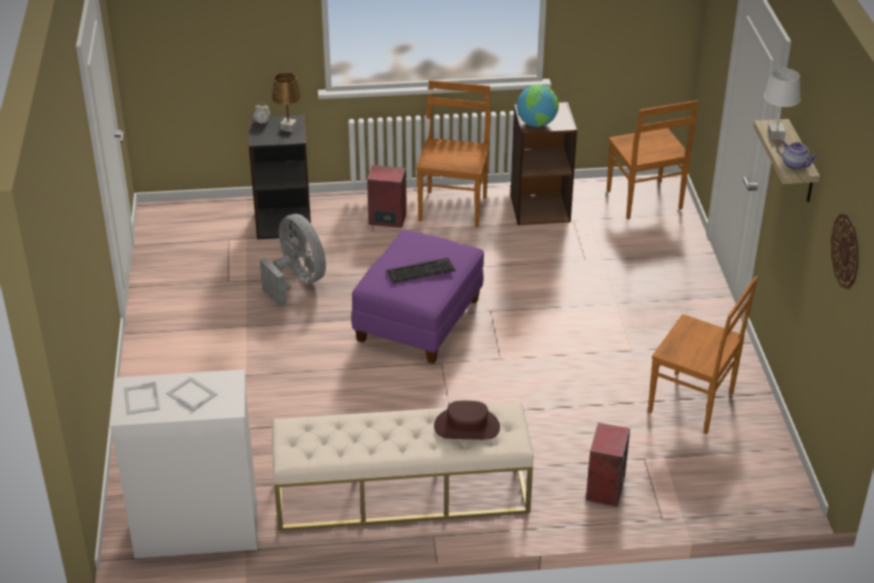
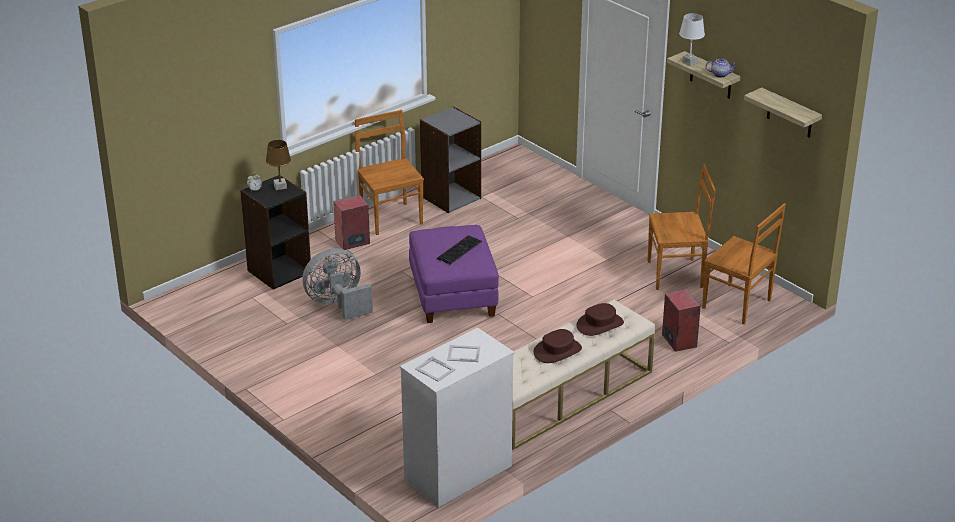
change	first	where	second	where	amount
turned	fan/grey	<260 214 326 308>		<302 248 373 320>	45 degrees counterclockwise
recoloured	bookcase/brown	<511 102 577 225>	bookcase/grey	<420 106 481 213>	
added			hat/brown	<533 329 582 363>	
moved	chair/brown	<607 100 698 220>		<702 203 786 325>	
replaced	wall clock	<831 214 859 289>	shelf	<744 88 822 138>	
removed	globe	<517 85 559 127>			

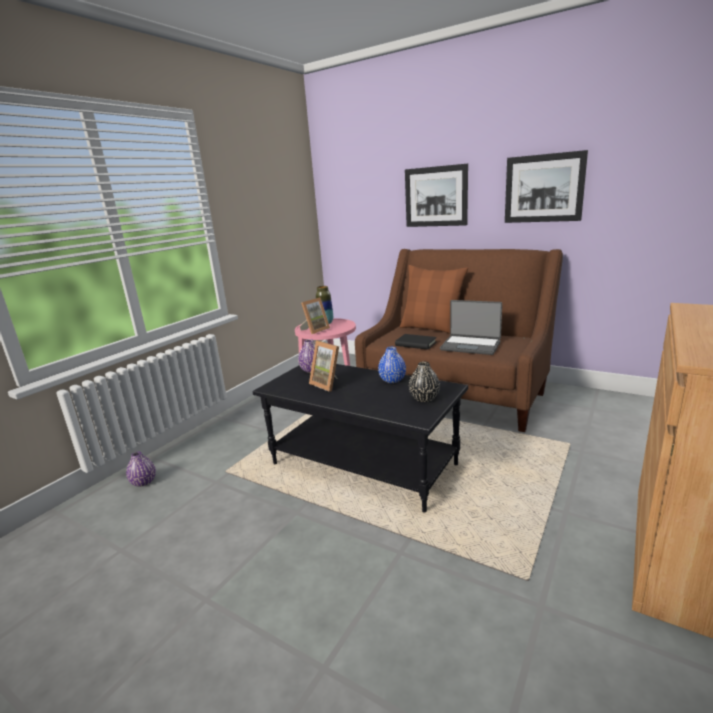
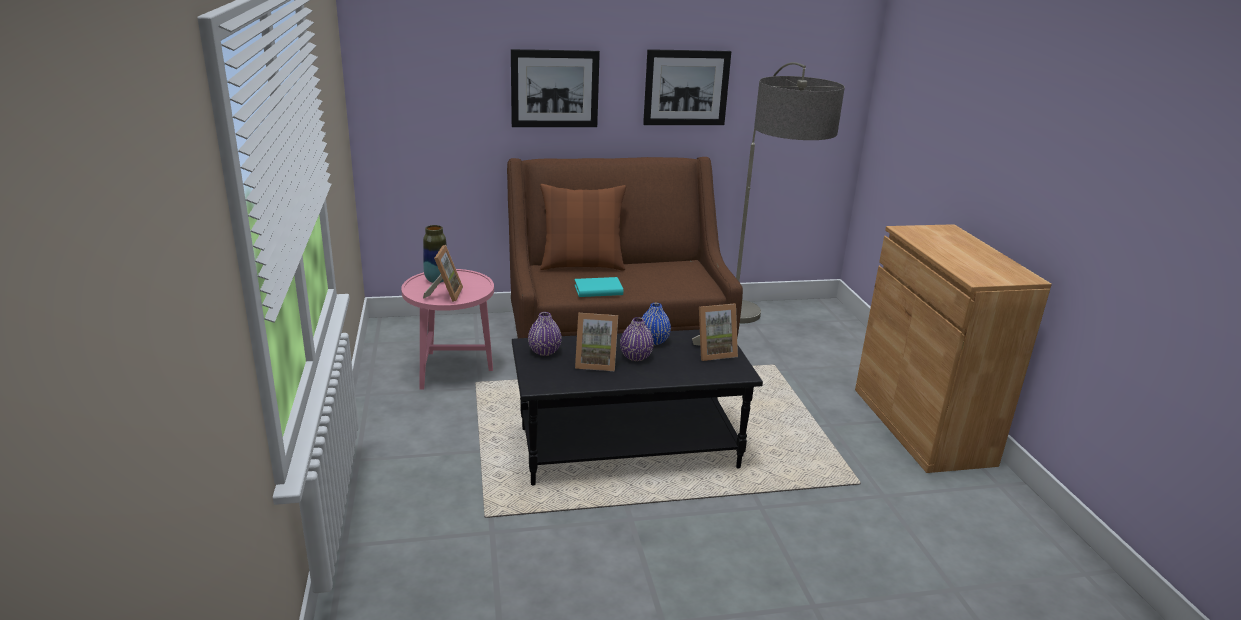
change	first	where	second	where	amount
recoloured	book/black	<395 334 437 350>	book/turquoise	<574 277 623 297>	
moved	vase/purple	<126 452 156 487>		<620 317 654 361>	
replaced	vase/black	<409 361 440 402>	picture frame	<692 304 738 361>	
added			floor lamp	<736 62 845 323>	
removed	laptop	<440 300 502 355>			

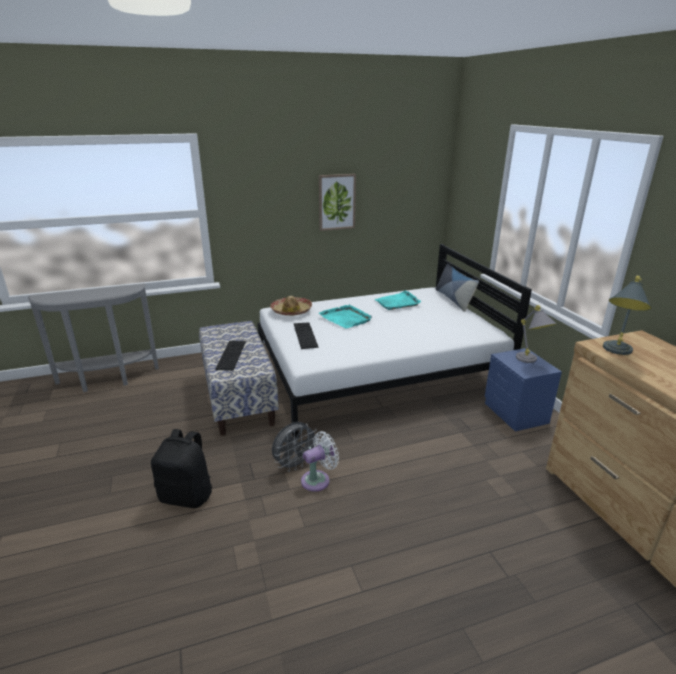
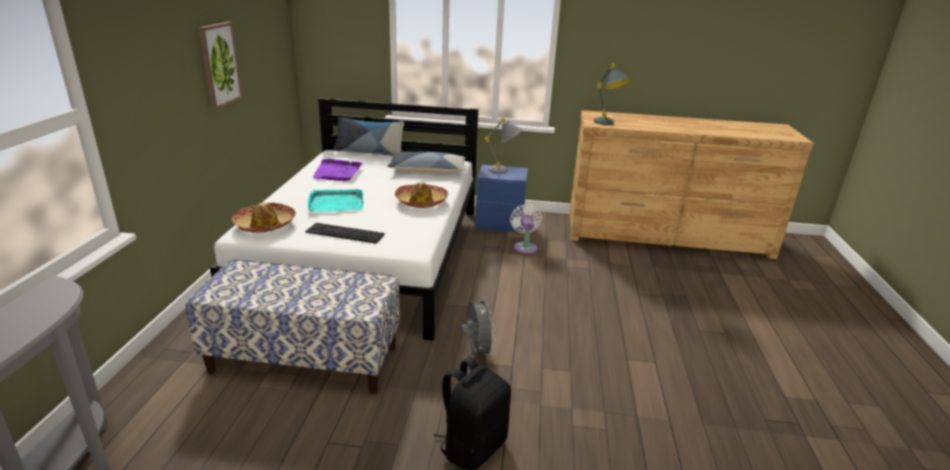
change	first	where	second	where	amount
recoloured	tray/turquoise	<375 291 421 310>	tray/purple	<313 159 363 181>	
added			pillow	<387 152 466 173>	
added			hat	<395 182 449 208>	
moved	fan/white	<301 431 339 492>		<510 204 542 254>	
removed	keyboard	<215 341 246 370>			

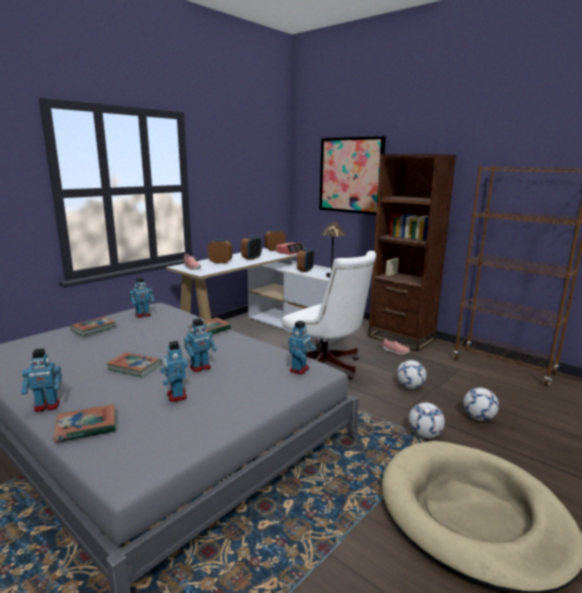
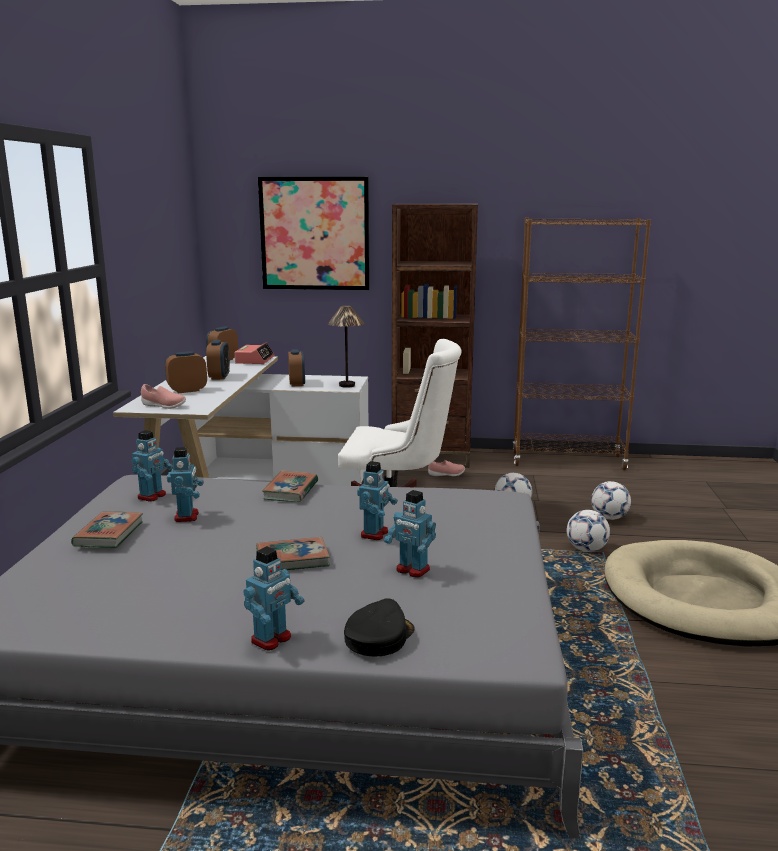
change	first	where	second	where	amount
moved	toy robot	<288 321 316 375>		<167 447 204 522>	
replaced	book	<53 404 116 443>	cap/black	<344 598 415 656>	

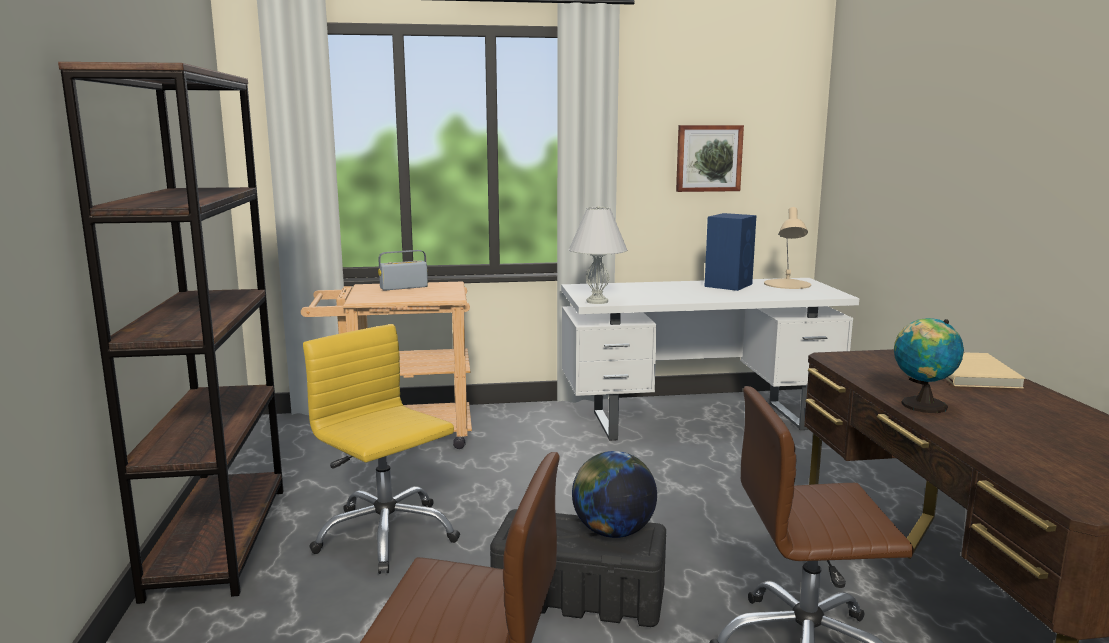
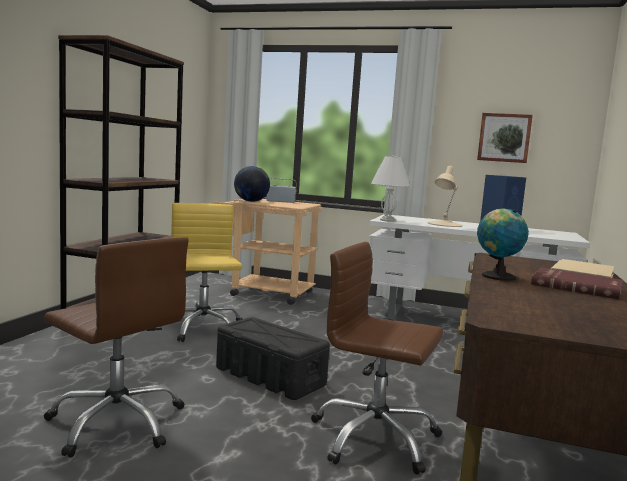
change	first	where	second	where	amount
moved	globe	<572 451 657 538>		<234 166 270 202>	
moved	table lamp/beige	<764 207 811 289>		<427 166 463 227>	
added			book/red	<531 268 623 299>	

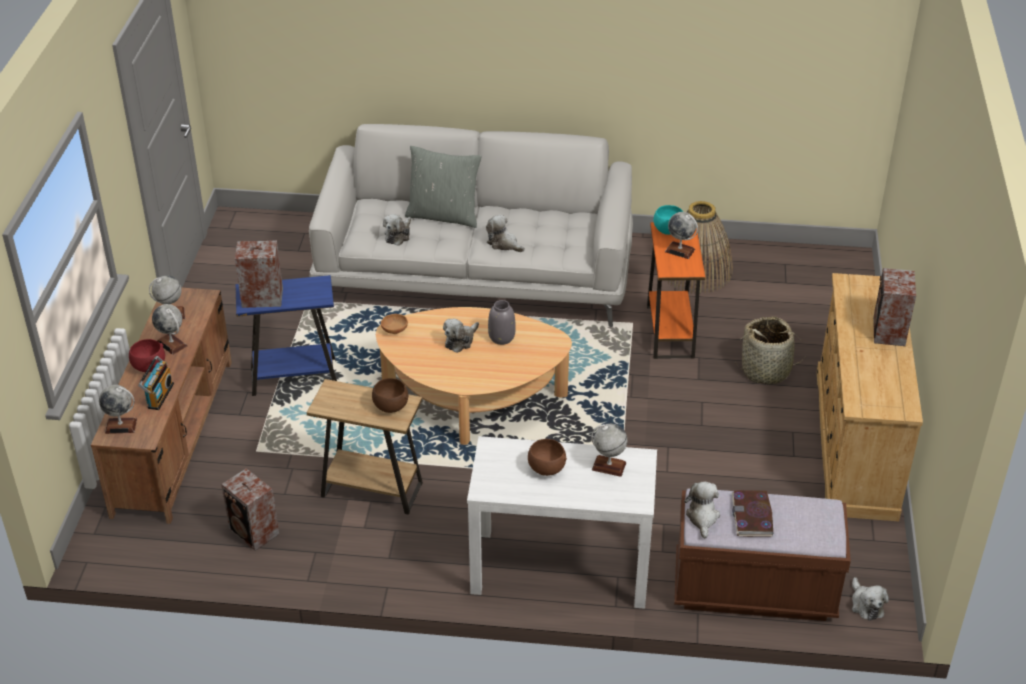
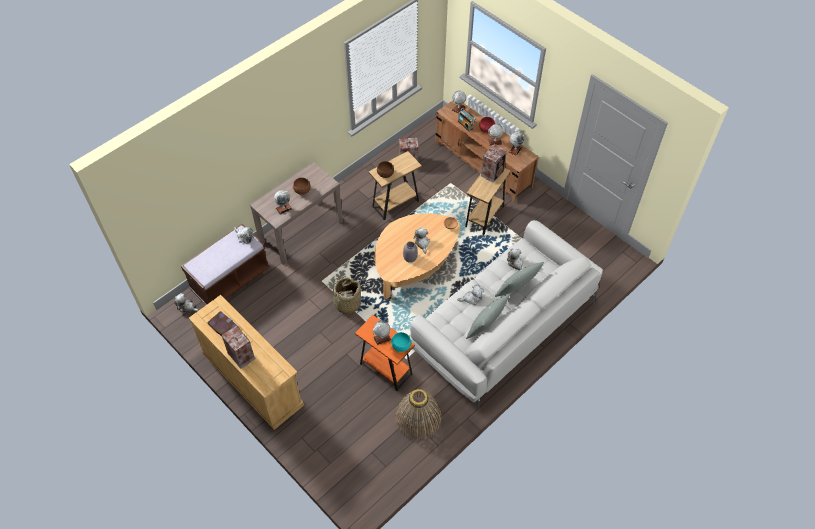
change	first	where	second	where	amount
moved	book	<732 490 773 537>		<207 311 240 336>	
recoloured	console table/white	<467 436 657 609>	console table/brown	<250 162 343 265>	
moved	basket	<736 317 804 384>		<333 277 361 314>	
recoloured	side table/blue	<235 275 337 396>	side table/brown	<465 168 511 235>	
added			pillow/grey	<466 294 510 339>	

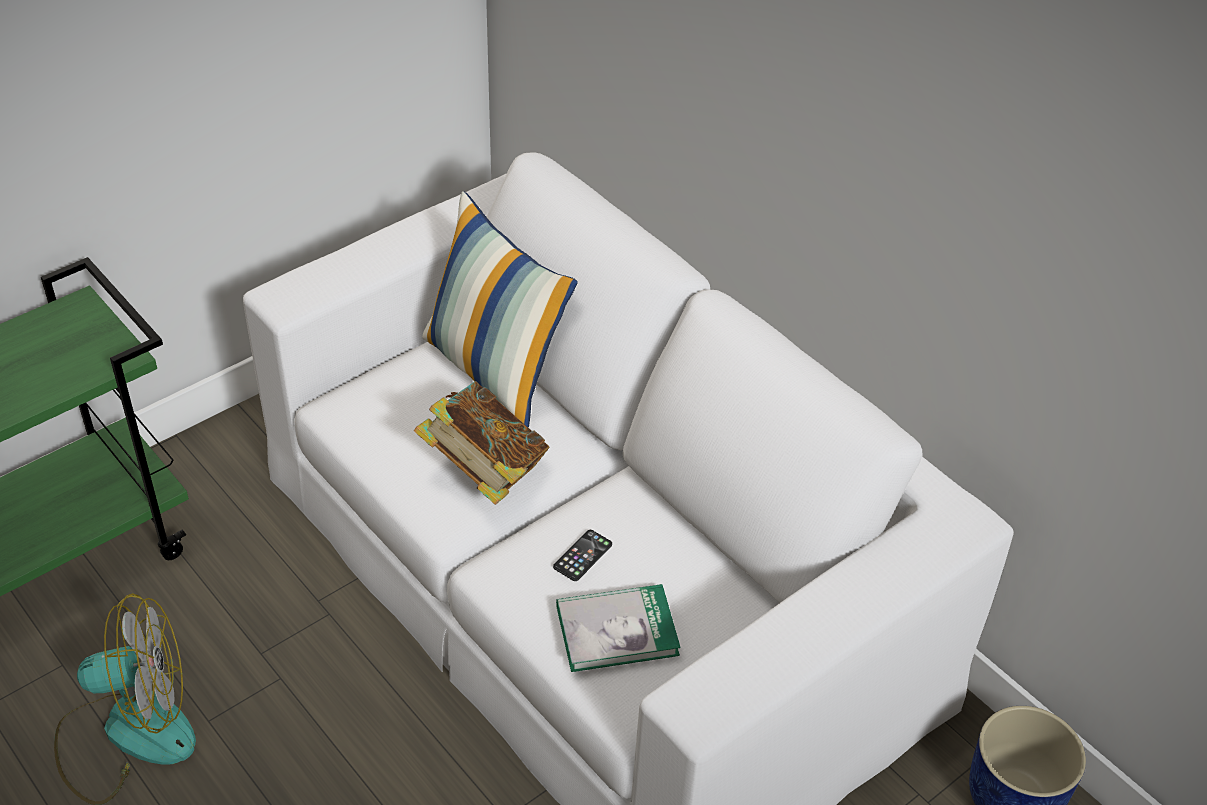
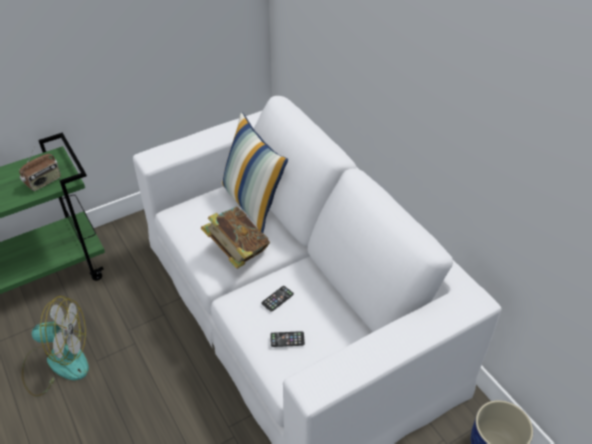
change	first	where	second	where	amount
added			radio	<19 146 61 191>	
replaced	book	<556 584 681 672>	phone	<270 331 305 347>	

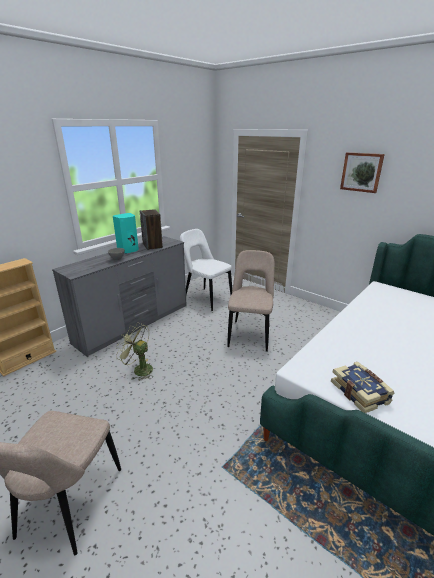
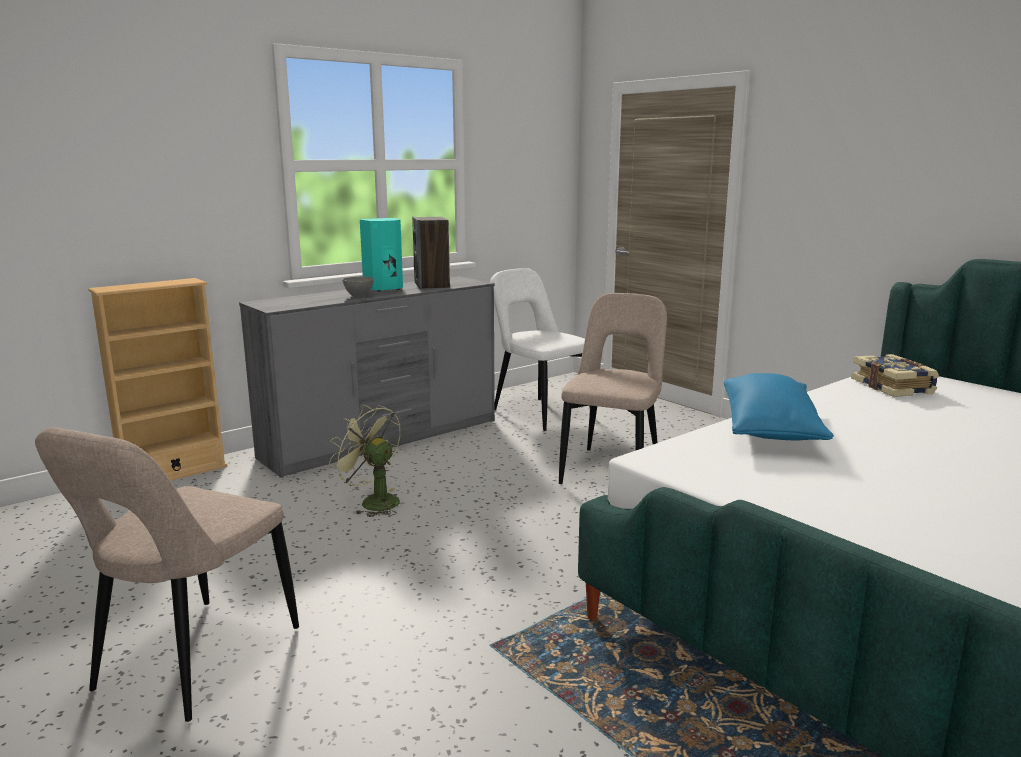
change	first	where	second	where	amount
added			pillow/blue	<723 373 834 440>	
moved	book	<331 362 395 413>		<851 354 939 397>	
removed	picture	<340 152 385 193>			

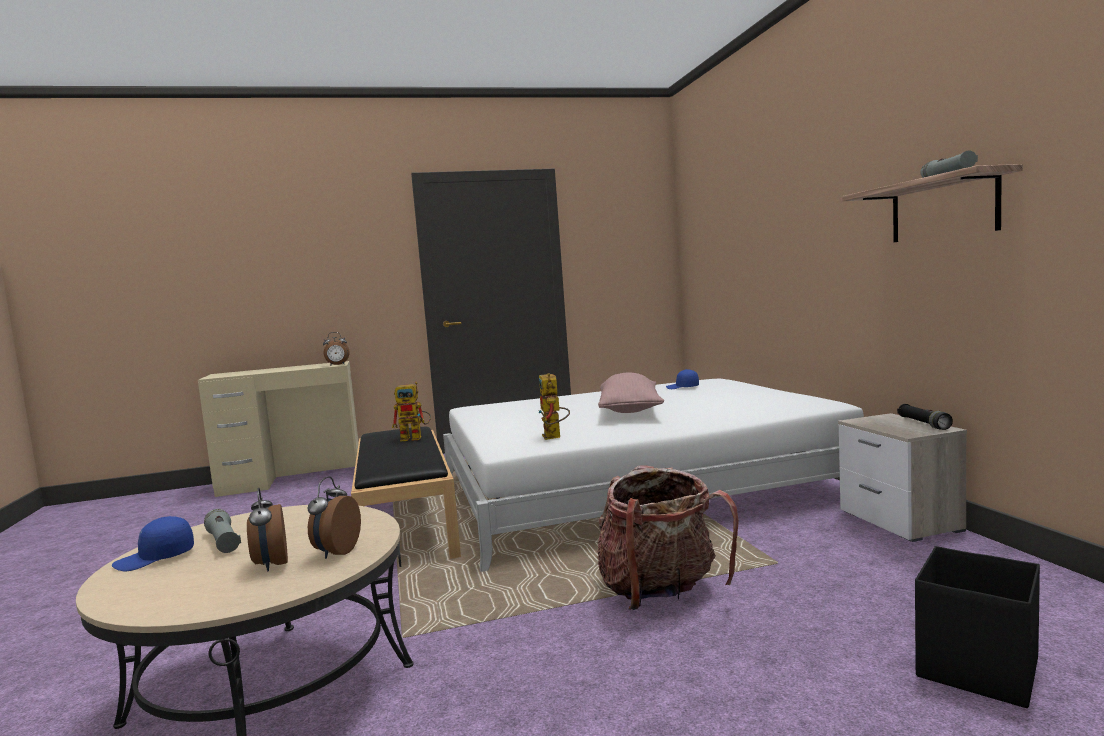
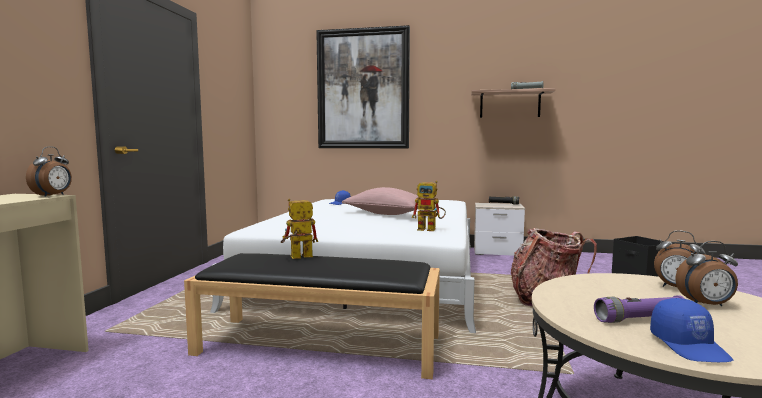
change	first	where	second	where	amount
turned	toy robot	<392 382 431 442>		<281 199 318 259>	135 degrees counterclockwise
added			picture	<316 25 410 148>	
recoloured	flashlight/grey	<204 509 241 553>	flashlight/purple	<594 295 685 323>	

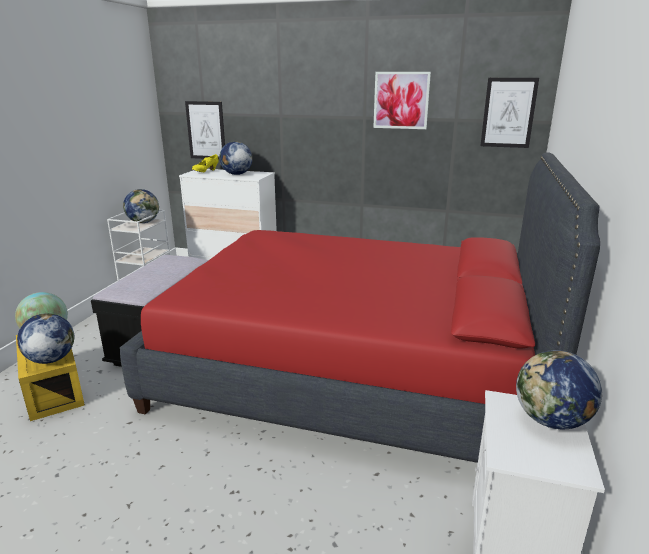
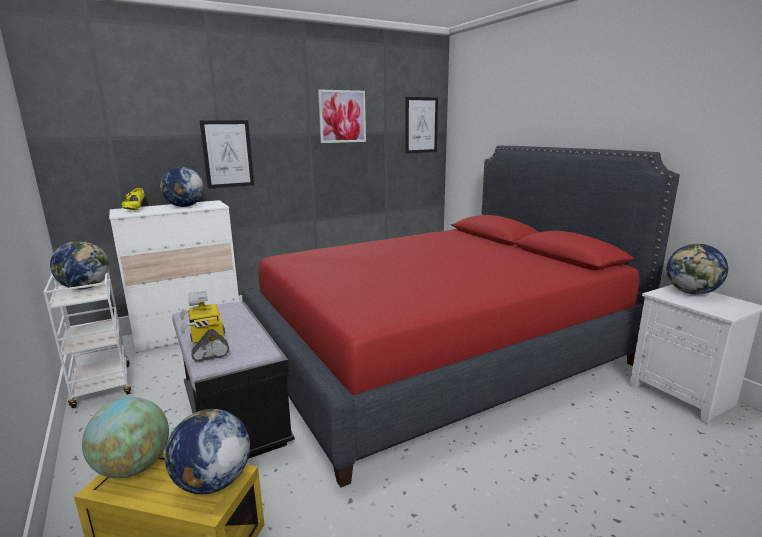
change	first	where	second	where	amount
added			toy robot	<180 291 229 362>	
moved	picture	<185 101 225 160>		<200 120 254 189>	

